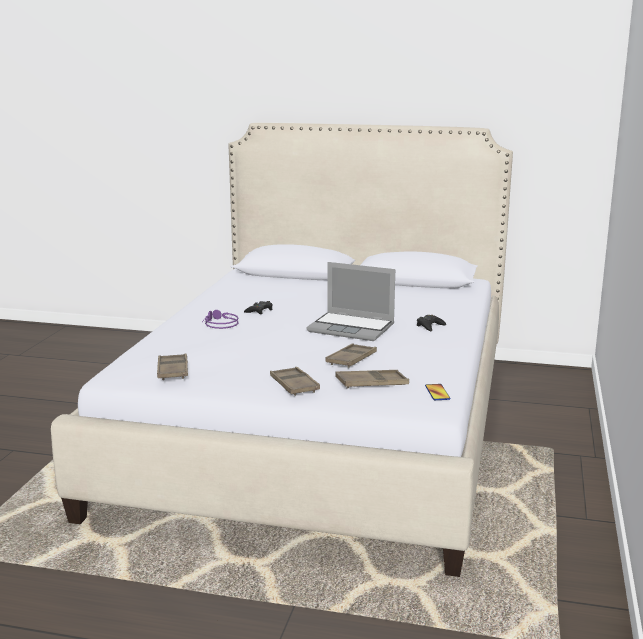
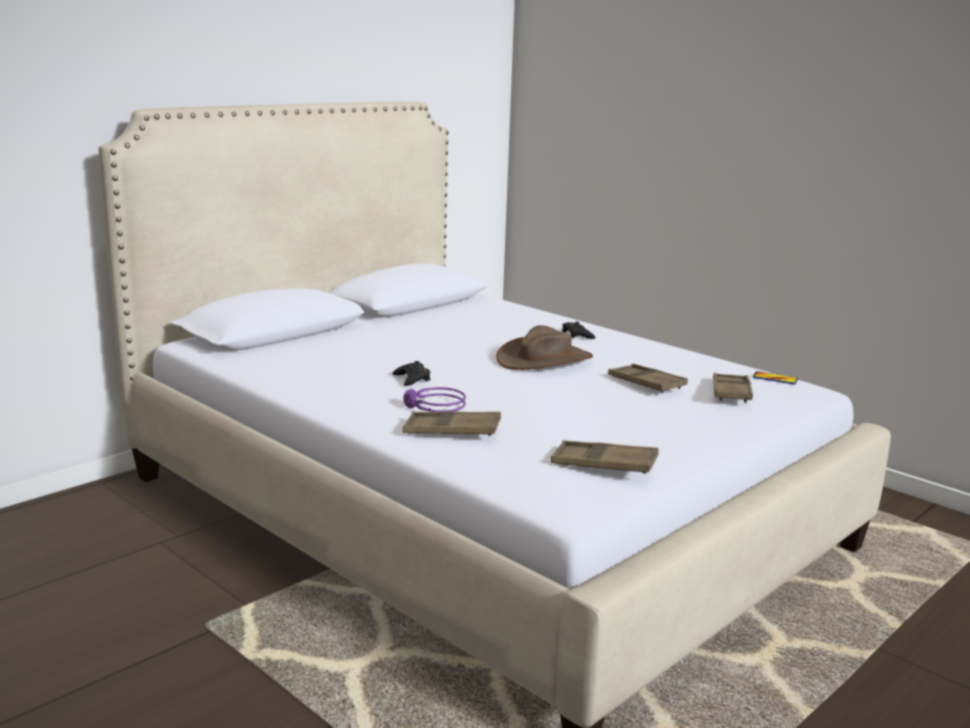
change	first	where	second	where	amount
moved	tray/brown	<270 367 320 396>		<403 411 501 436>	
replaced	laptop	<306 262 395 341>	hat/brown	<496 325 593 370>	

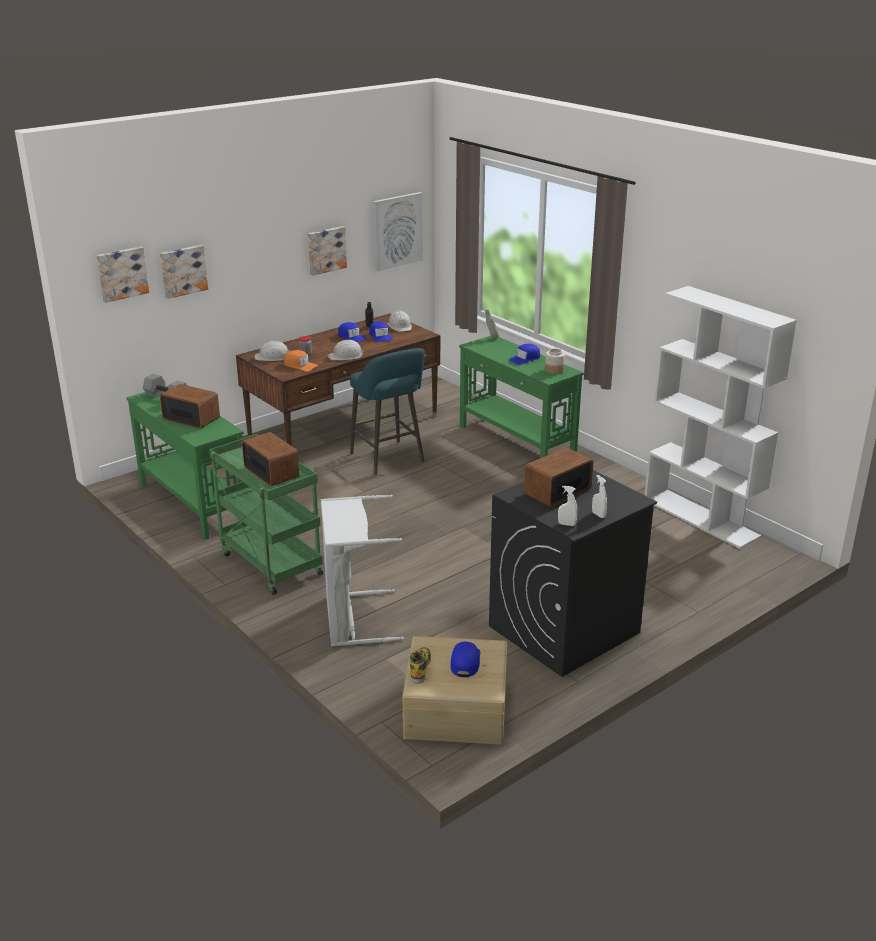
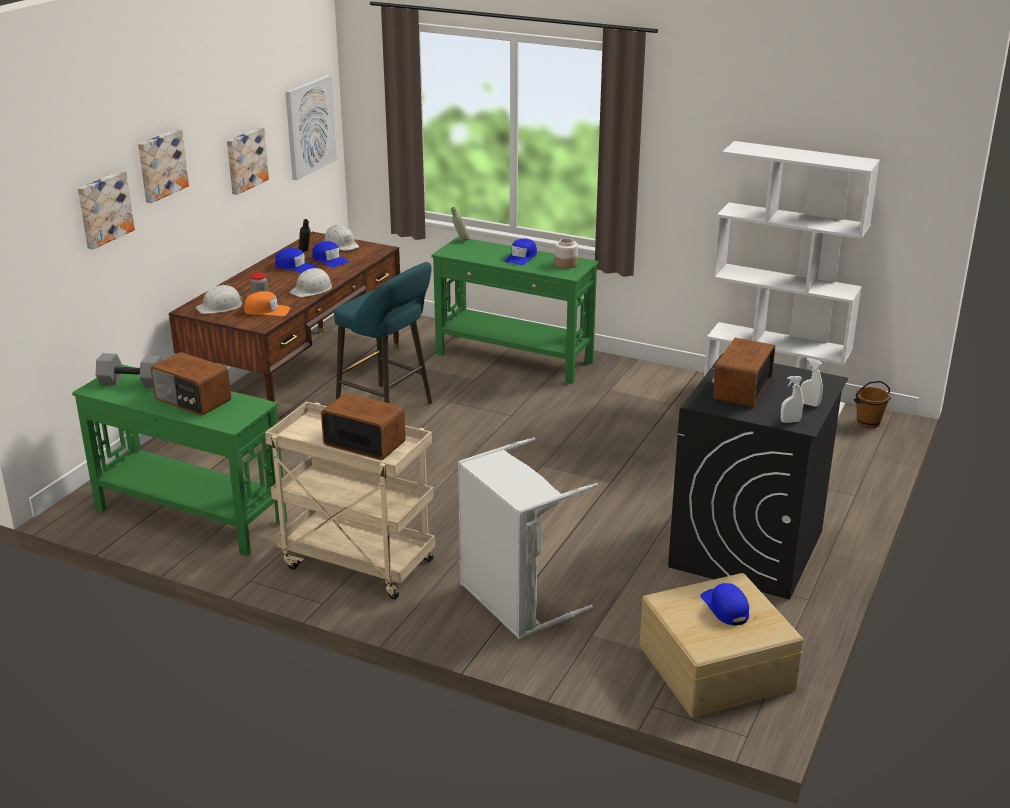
change	first	where	second	where	amount
moved	picture	<97 247 149 303>		<138 129 189 203>	
turned	radio	<159 384 220 429>		<151 352 231 416>	150 degrees counterclockwise
recoloured	cart/green	<209 434 323 595>	cart/beige	<265 401 435 599>	
added			bucket/brown	<854 381 891 428>	
removed	boot	<409 647 431 684>			

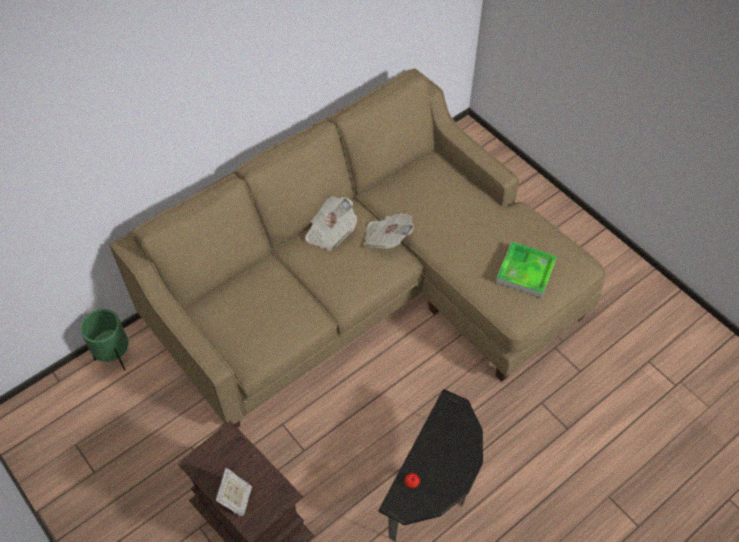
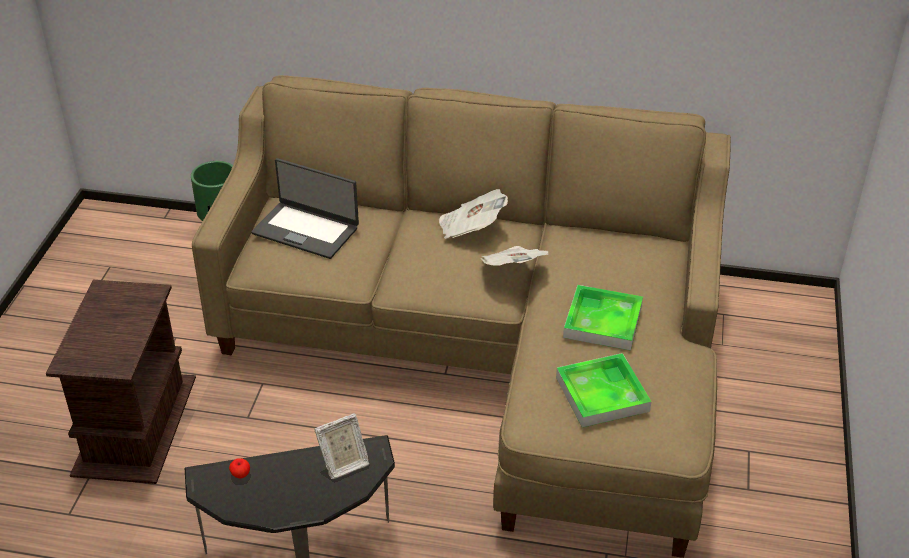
change	first	where	second	where	amount
added			laptop	<252 158 359 259>	
moved	picture frame	<216 468 252 516>		<314 413 369 479>	
added			tray	<563 285 643 351>	

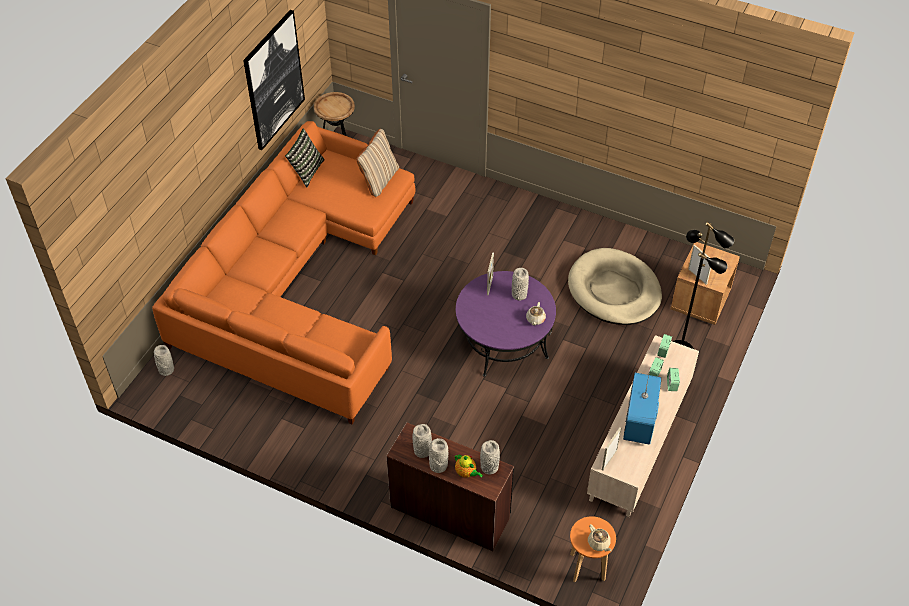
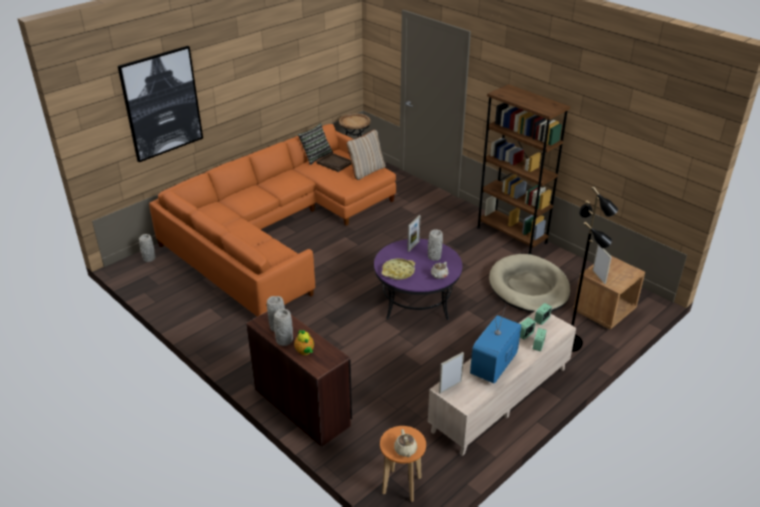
change	first	where	second	where	amount
moved	picture	<243 10 305 150>		<118 46 203 162>	
added			tray/brown	<316 153 351 172>	
added			tray/yellow	<382 259 415 280>	
added			bookcase/brown	<477 84 570 255>	
removed	vase/grey	<480 440 500 475>			

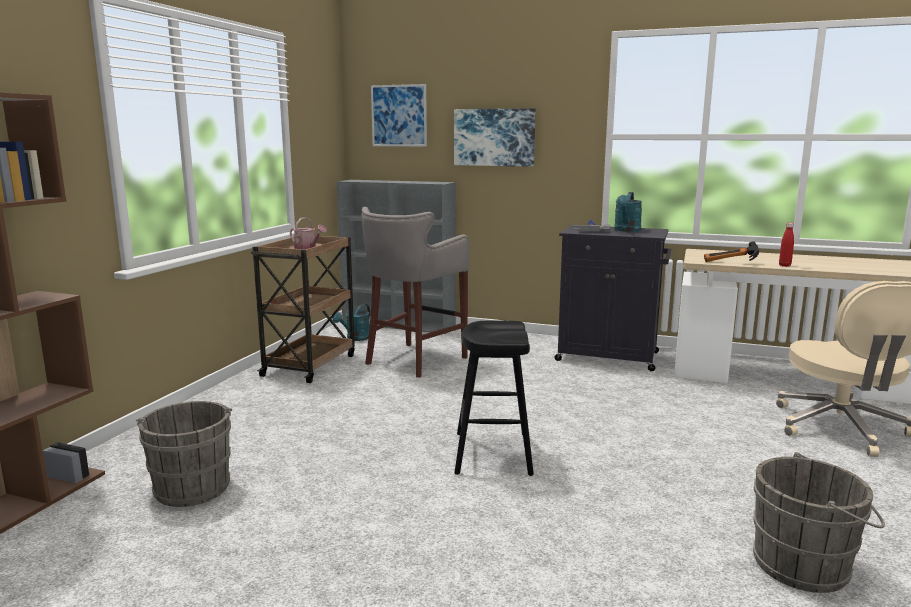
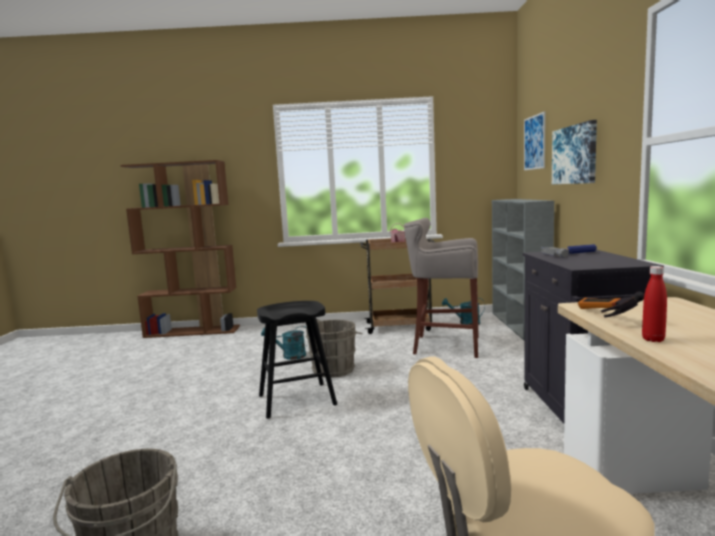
change	first	where	second	where	amount
moved	watering can/turquoise	<614 192 642 232>		<261 326 308 360>	
moved	bucket/grey	<136 401 232 507>		<306 319 362 378>	

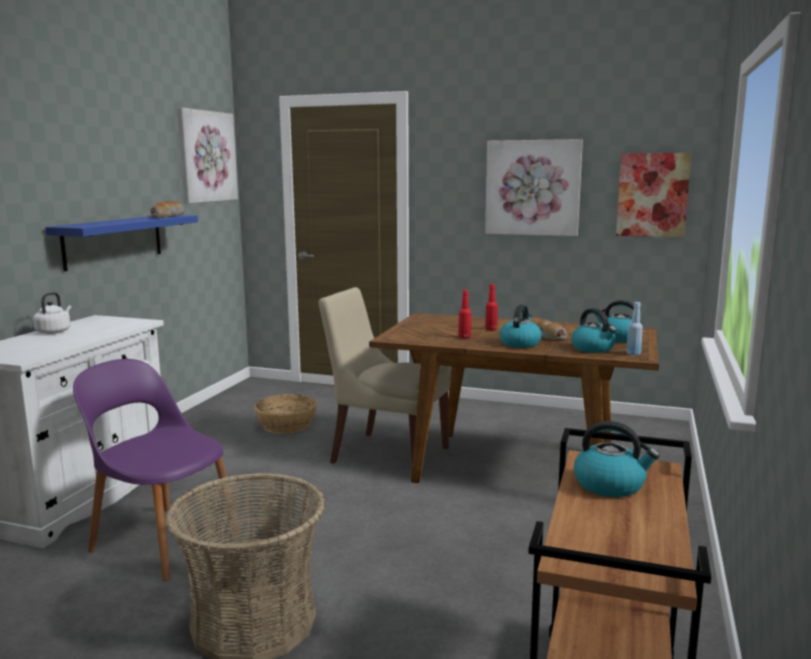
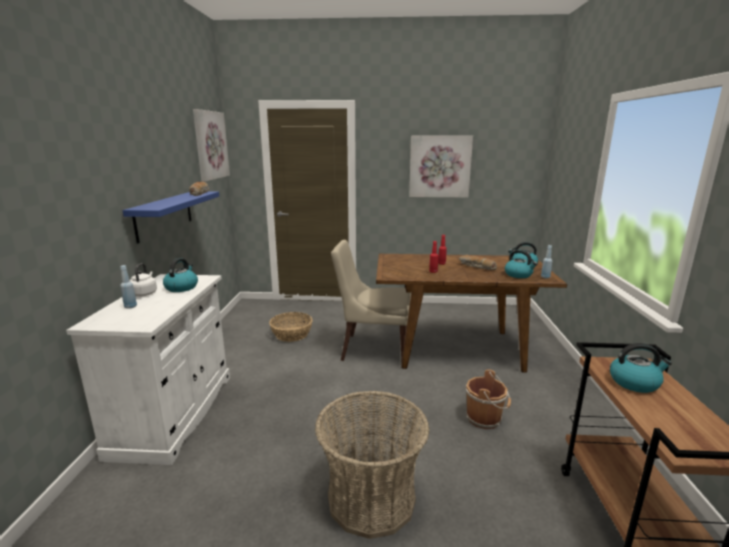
change	first	where	second	where	amount
added			bottle/blue	<120 265 137 309>	
moved	kettle	<499 305 542 348>		<163 258 198 292>	
added			bucket/brown	<466 369 511 429>	
removed	chair/purple	<73 359 240 581>			
removed	picture	<616 153 692 237>			

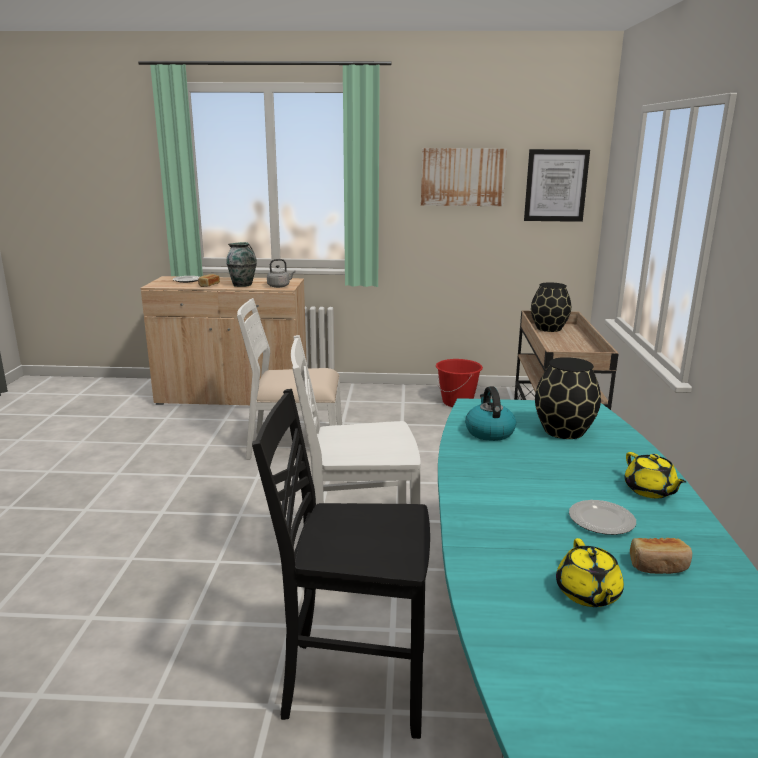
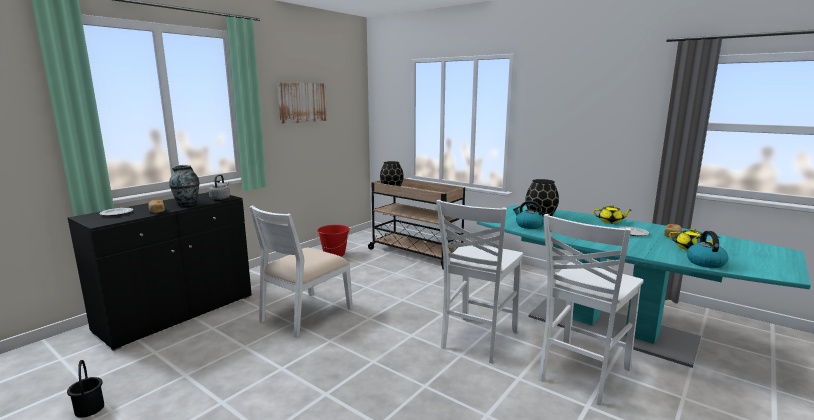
change	first	where	second	where	amount
added			bucket/black	<67 360 104 418>	
recoloured	cabinet/beige	<141 276 307 405>	cabinet/black	<68 192 252 351>	
recoloured	chair/black	<252 389 430 739>	chair/white	<539 214 643 405>	
added			kettle	<687 231 728 268>	
removed	picture	<524 149 590 222>			

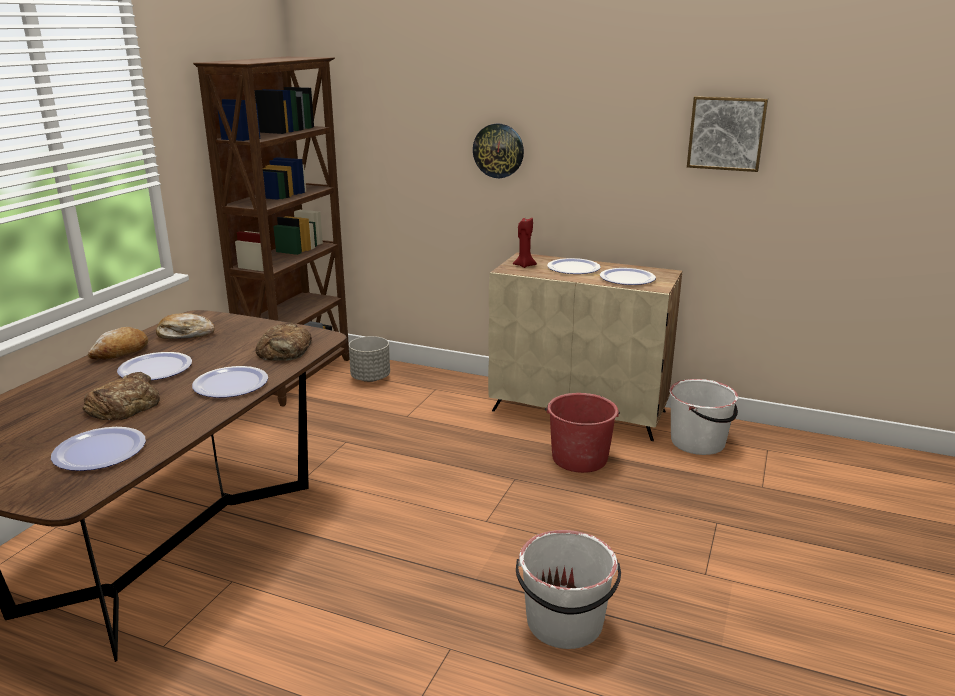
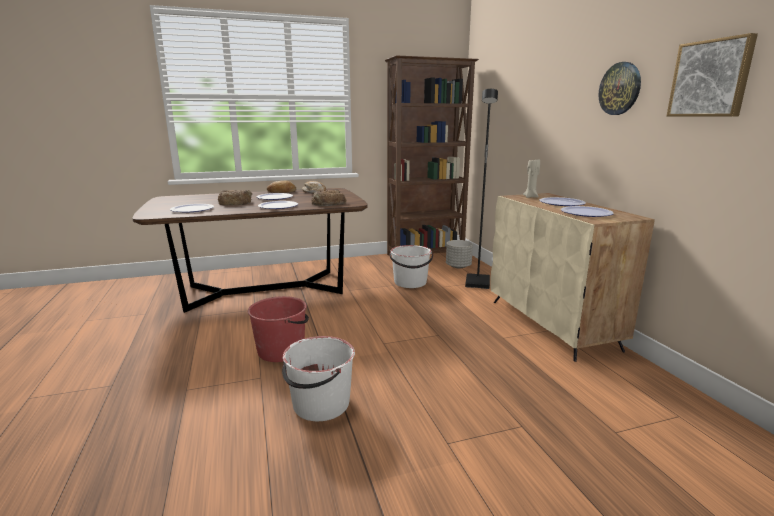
change	first	where	second	where	amount
moved	bucket/red	<545 393 620 473>		<248 296 309 362>	
moved	bucket/white	<669 379 738 455>		<389 245 433 288>	
added			floor lamp/black	<465 89 498 289>	
recoloured	candle/red	<513 217 537 268>	candle/beige	<523 158 540 198>	
moved	wall clock	<473 123 524 178>		<598 62 641 115>	

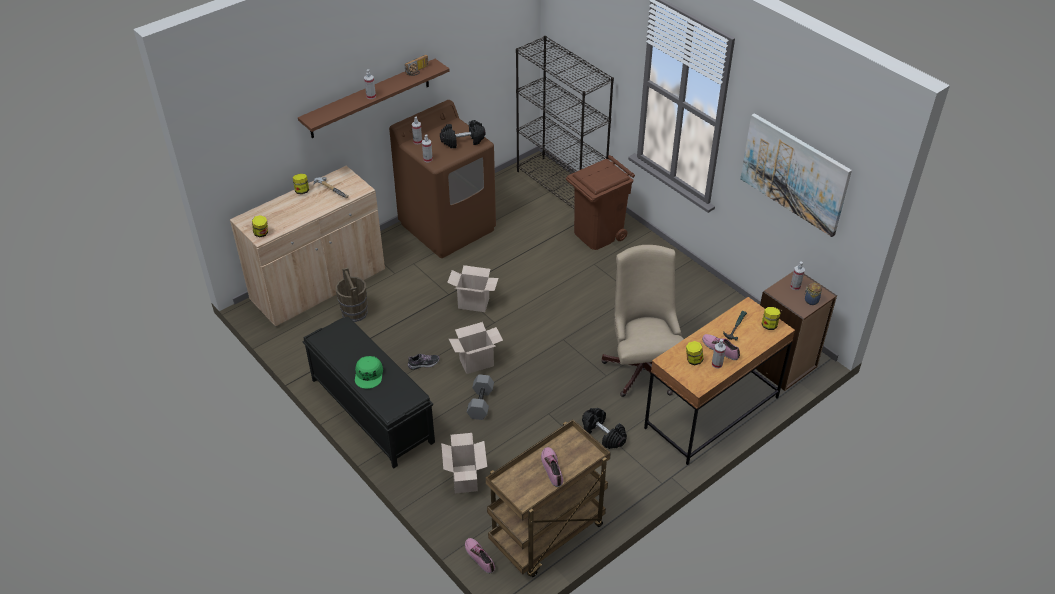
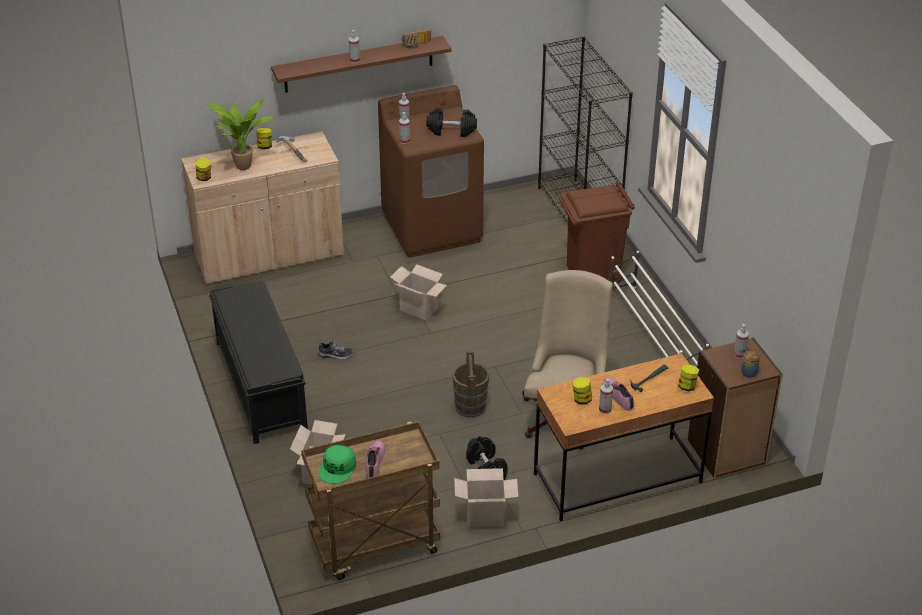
change	first	where	second	where	amount
added			potted plant	<205 99 276 170>	
moved	cap/green	<355 356 383 389>		<318 445 356 484>	
moved	bucket/brown	<336 268 368 322>		<452 351 489 418>	
moved	cardboard box	<449 322 503 374>		<454 468 519 527>	
added			shoe rack/white	<610 251 709 365>	
removed	shoe	<465 538 495 574>			
removed	dumbbell/grey	<467 374 494 420>			
removed	picture	<740 113 852 237>			

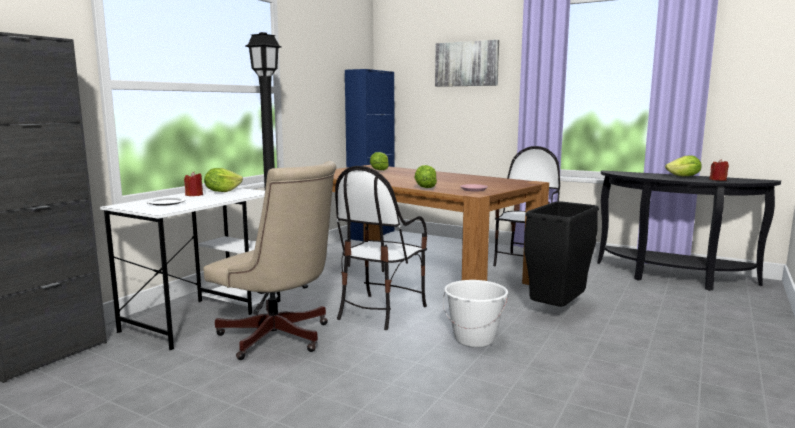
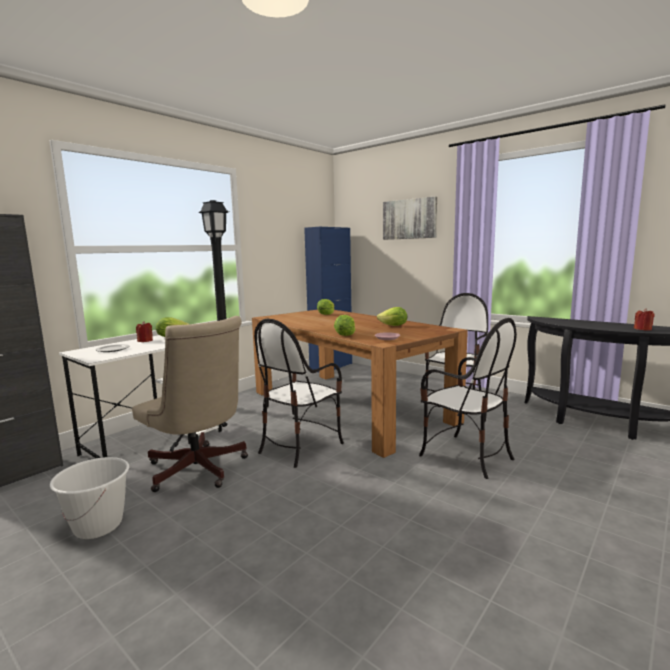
change	first	where	second	where	amount
moved	bucket/white	<443 280 508 348>		<50 457 129 539>	
moved	lettuce	<665 155 702 176>		<377 307 407 326>	
replaced	trash can/black	<524 201 599 307>	chair	<419 318 517 479>	

